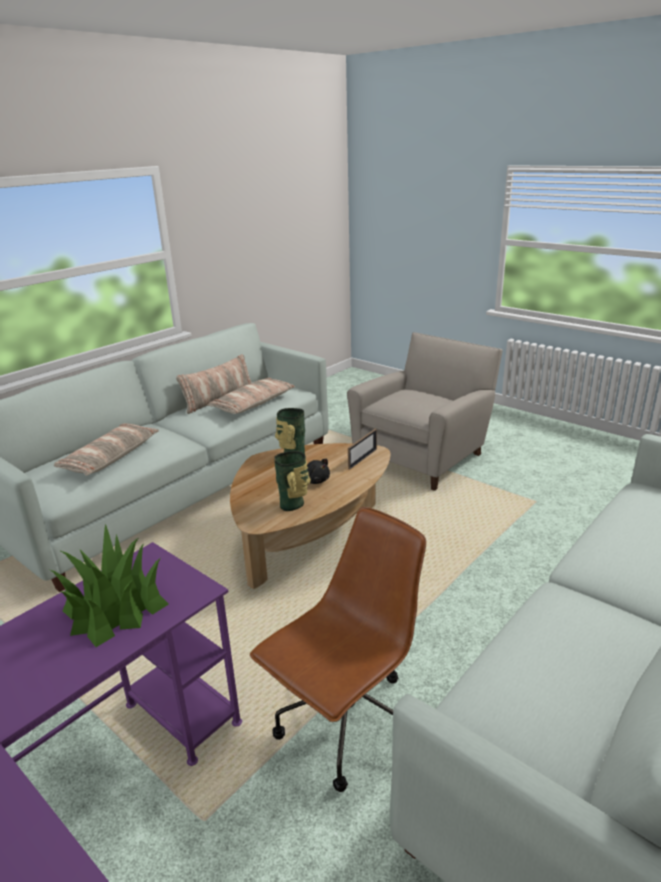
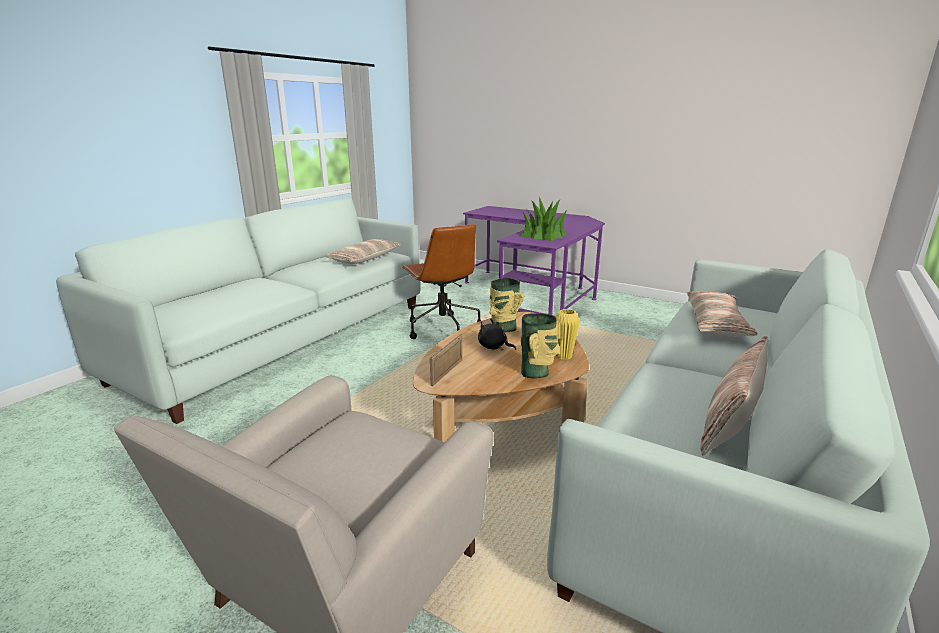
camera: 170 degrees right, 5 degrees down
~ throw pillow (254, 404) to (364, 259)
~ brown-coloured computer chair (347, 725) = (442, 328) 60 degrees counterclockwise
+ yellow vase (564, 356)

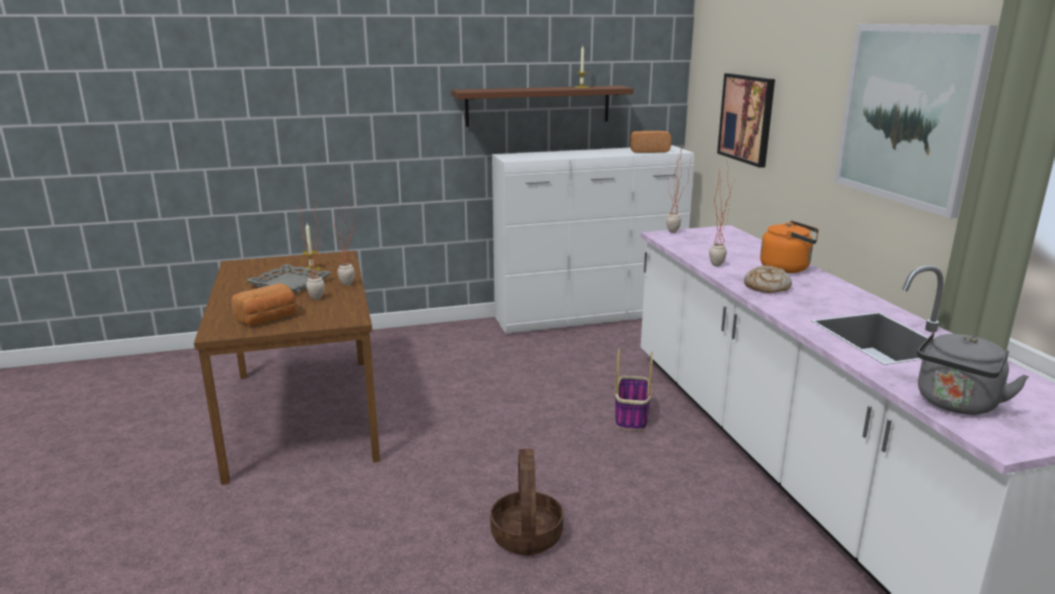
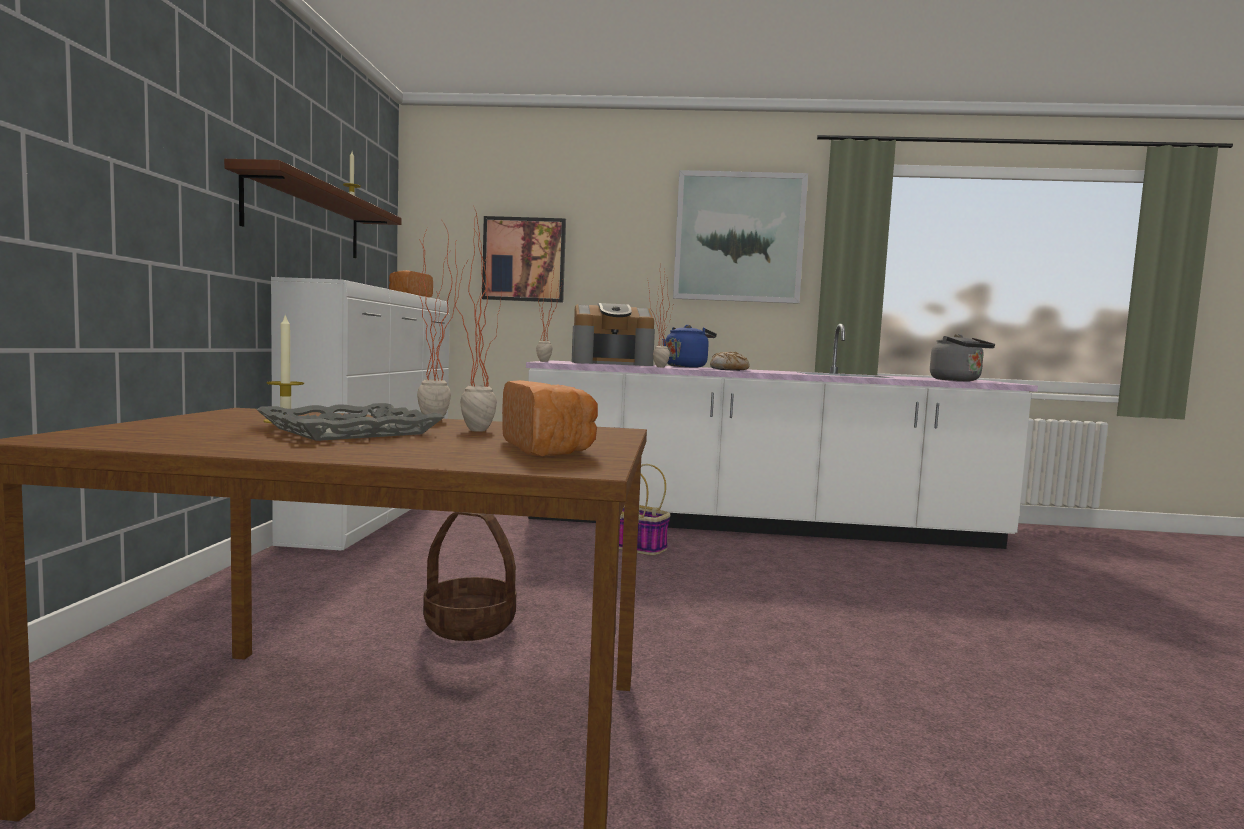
camera: 70 degrees left, 15 degrees down
~ basket (526, 535) to (469, 625)
+ coffee maker (612, 363)
~ orange water kettle (788, 268) to blue water kettle (687, 366)

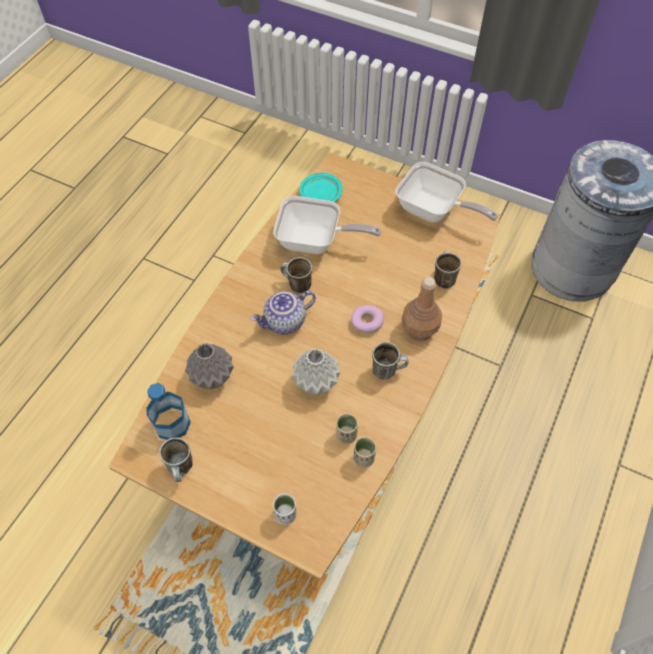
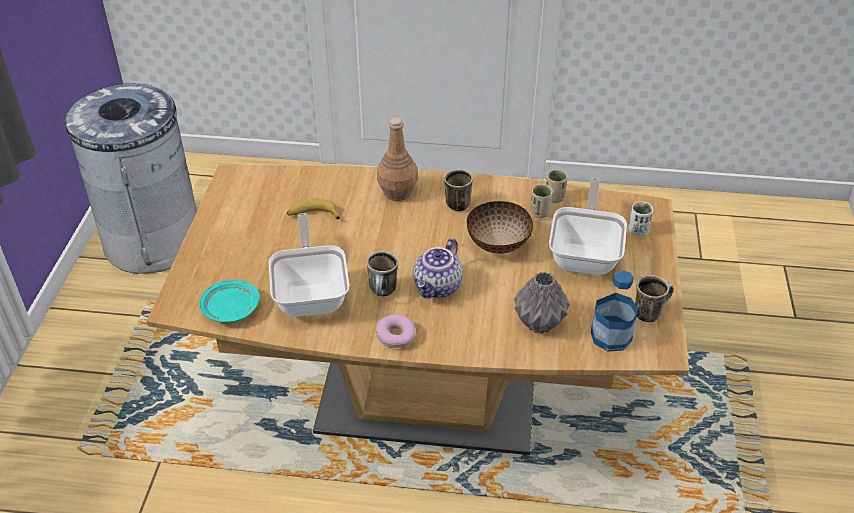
camera: 110 degrees left, 15 degrees down
+ banana (313, 215)
~ donut (367, 322) to (396, 336)
~ teapot (285, 322) = (439, 287) 75 degrees clockwise
~ grey vase (317, 382) to serving bowl (497, 245)
~ pan (433, 211) to (585, 254)
- tea mug (442, 278)

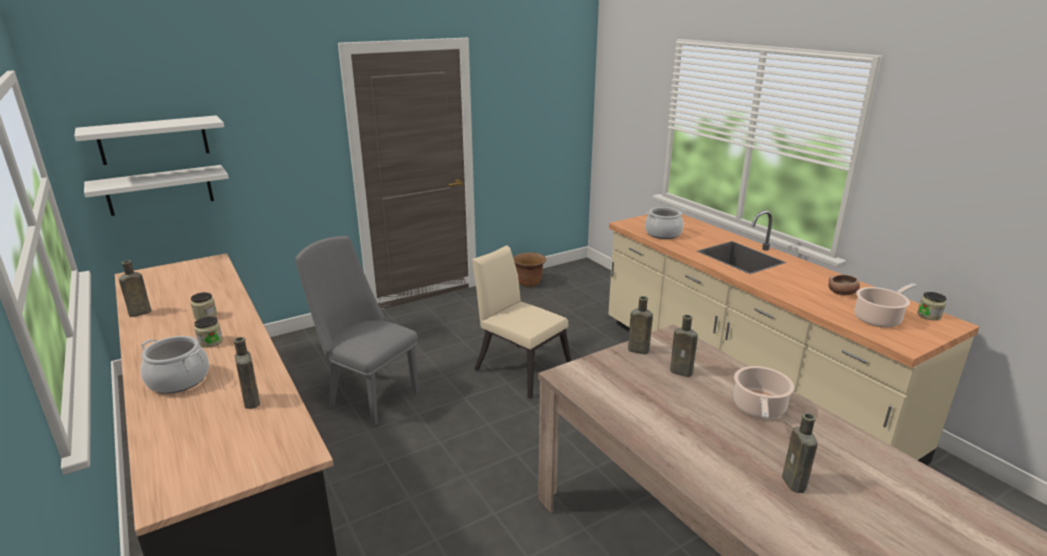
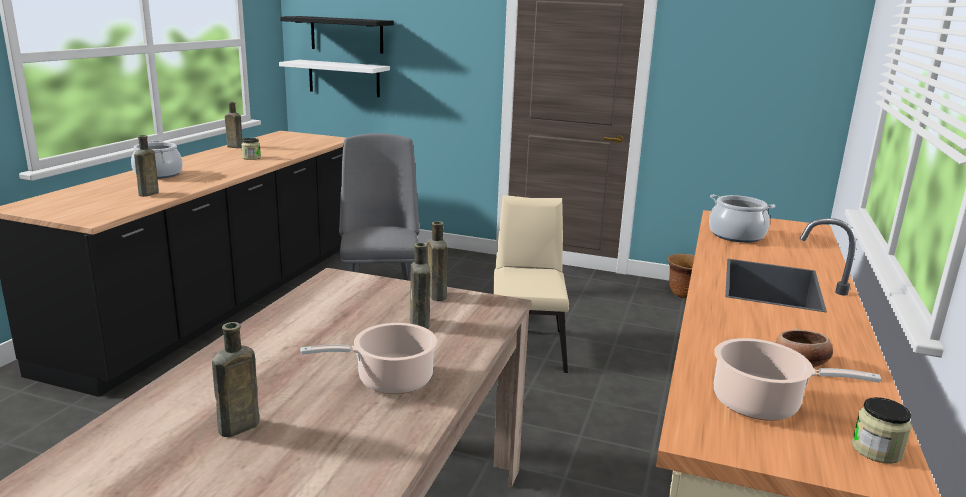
camera: 50 degrees right, 5 degrees down
~ whitish shelf (153, 140) to black-coloured shelf (346, 34)
- jar (210, 342)

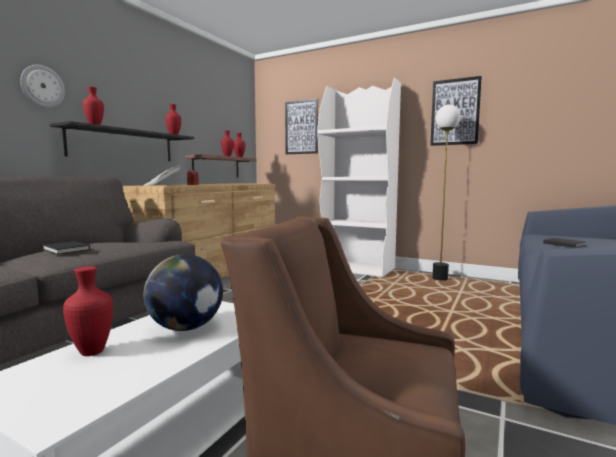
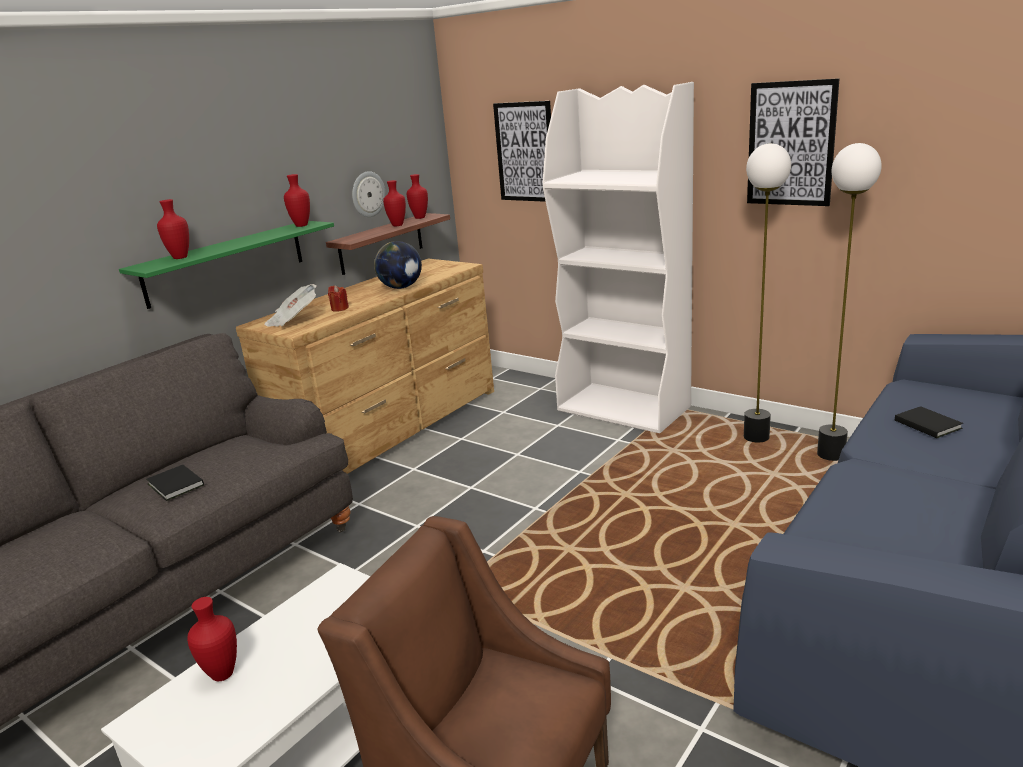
camera: 10 degrees right, 15 degrees up
~ black-coloured shelf (123, 145) to green-coloured shelf (226, 262)
~ hanging clock (42, 86) to (367, 194)
~ desk globe (186, 328) to (401, 287)
+ standard lamp (831, 455)

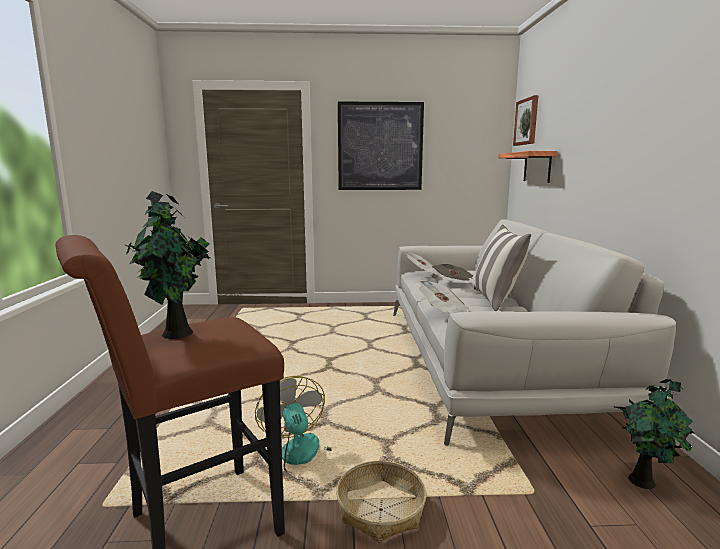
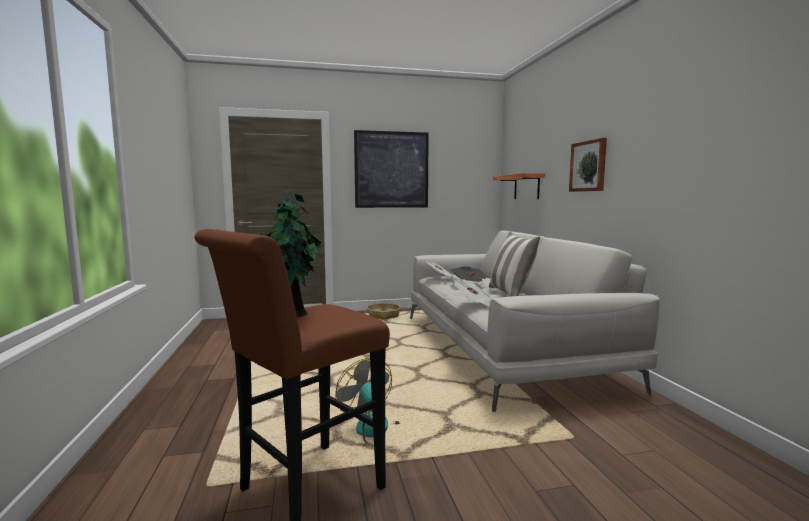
camera: 10 degrees left, 5 degrees down
~ basket (380, 510) to (383, 316)
~ picture (527, 121) to (588, 166)
- plant in a pot (644, 481)

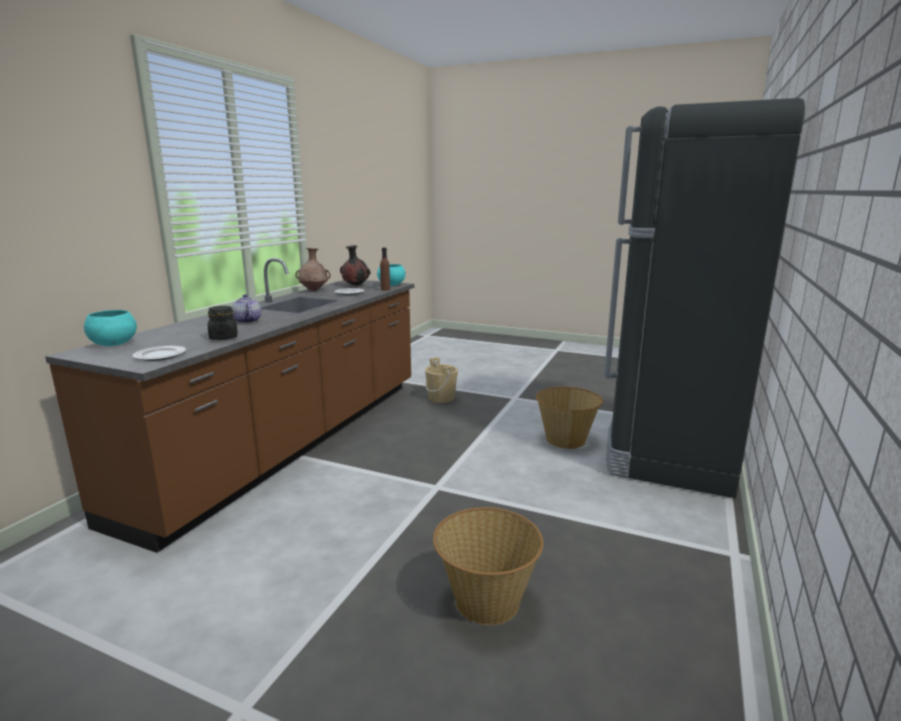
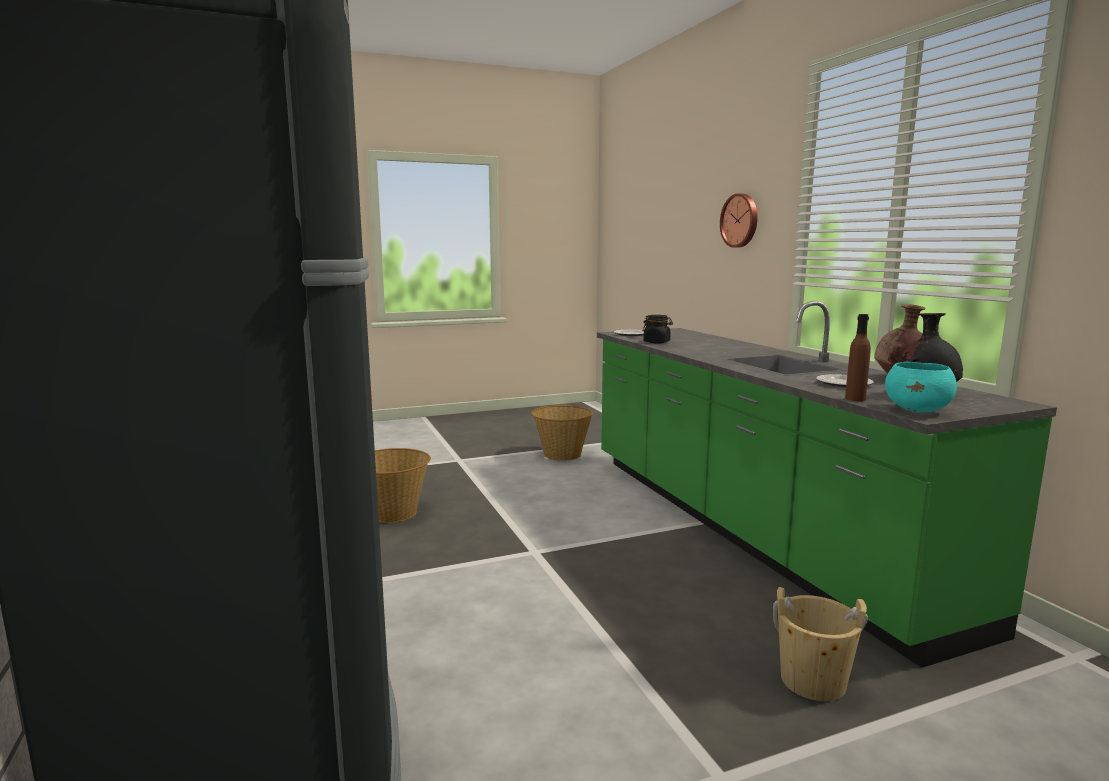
camera: 135 degrees right, 5 degrees down
~ basket (566, 440) to (561, 454)
~ brown-coloured kitchen base unit (293, 441) to green-coloured kitchen base unit (747, 528)
+ hanging clock (740, 220)
- turquoise-coloured serving bowl (113, 344)
- teapot (246, 321)

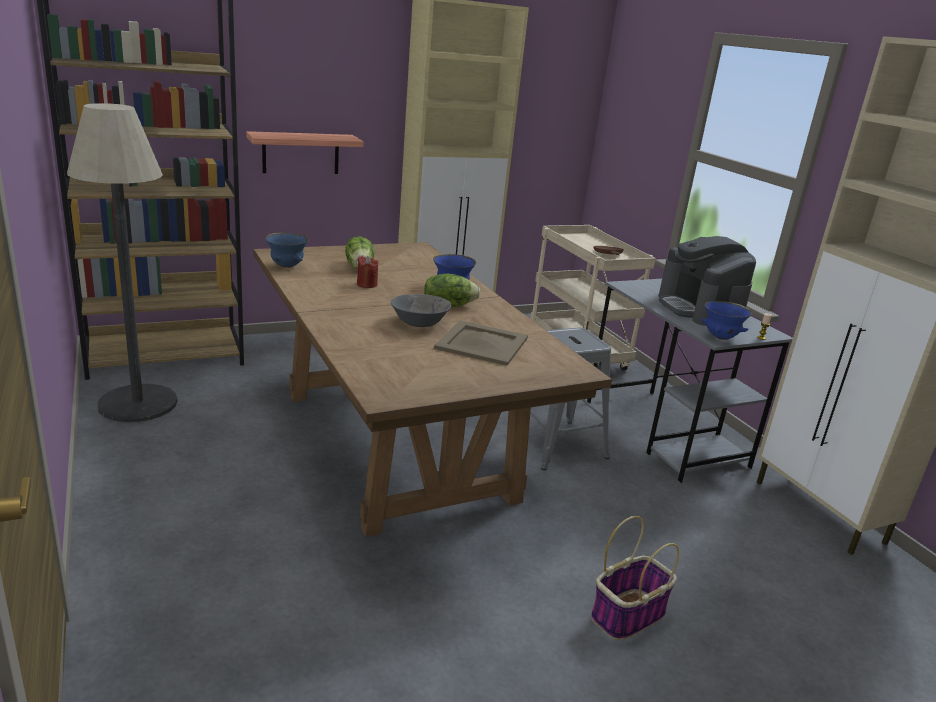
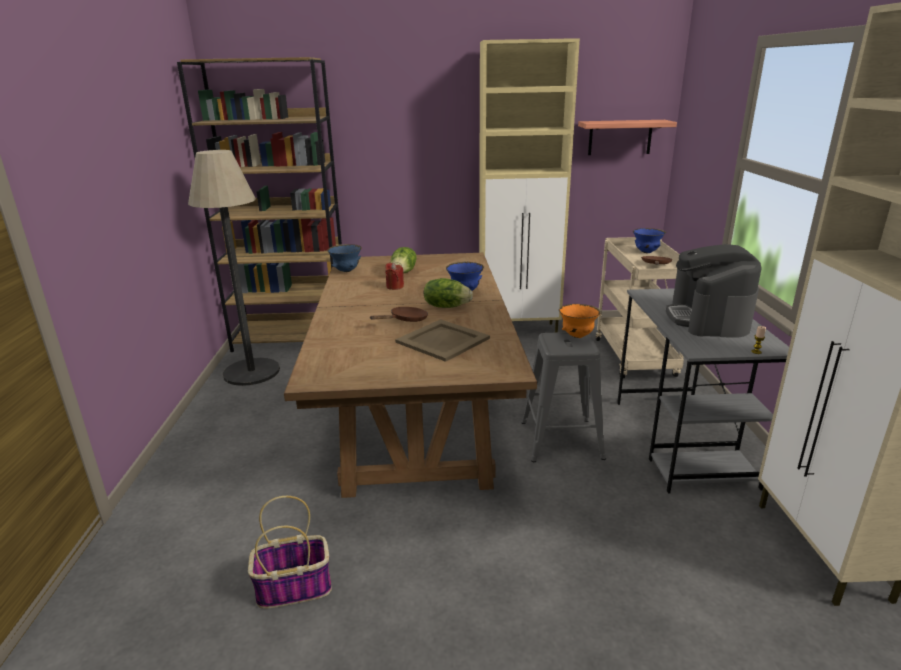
camera: 25 degrees right, 0 degrees up
~ basket (628, 614) to (295, 587)
~ grey serving bowl (420, 323) to brown-coloured pan (406, 320)
+ orange serving bowl (577, 336)
~ shelf (301, 153) to (620, 137)
~ blue serving bowl (721, 337) to (646, 252)

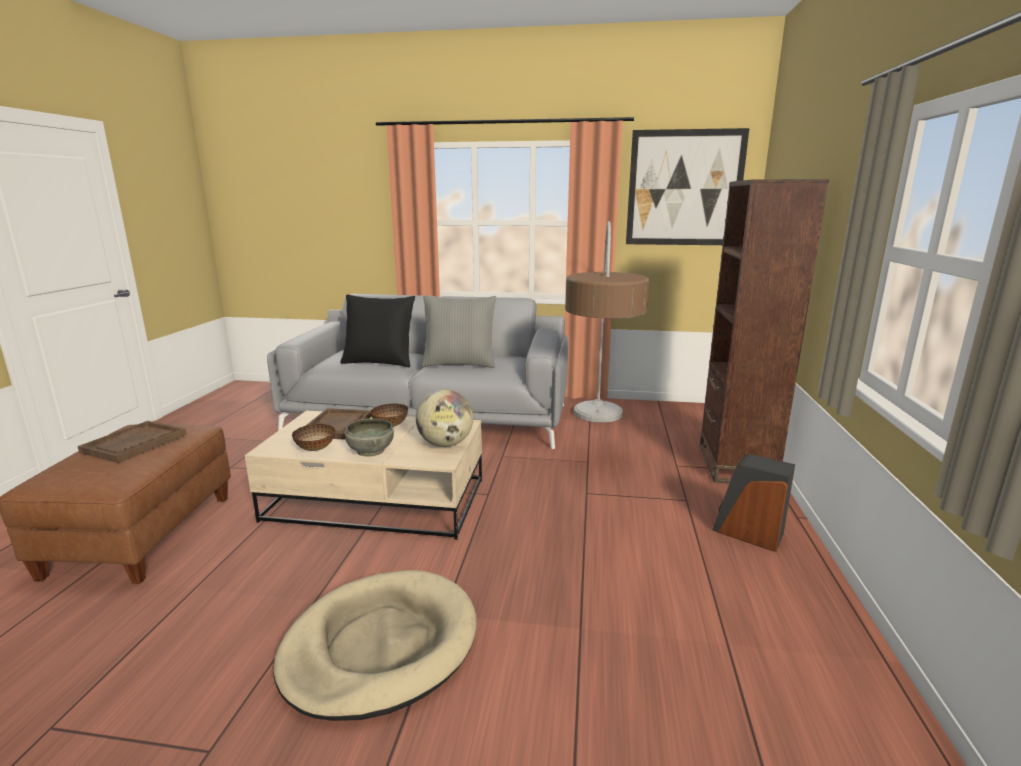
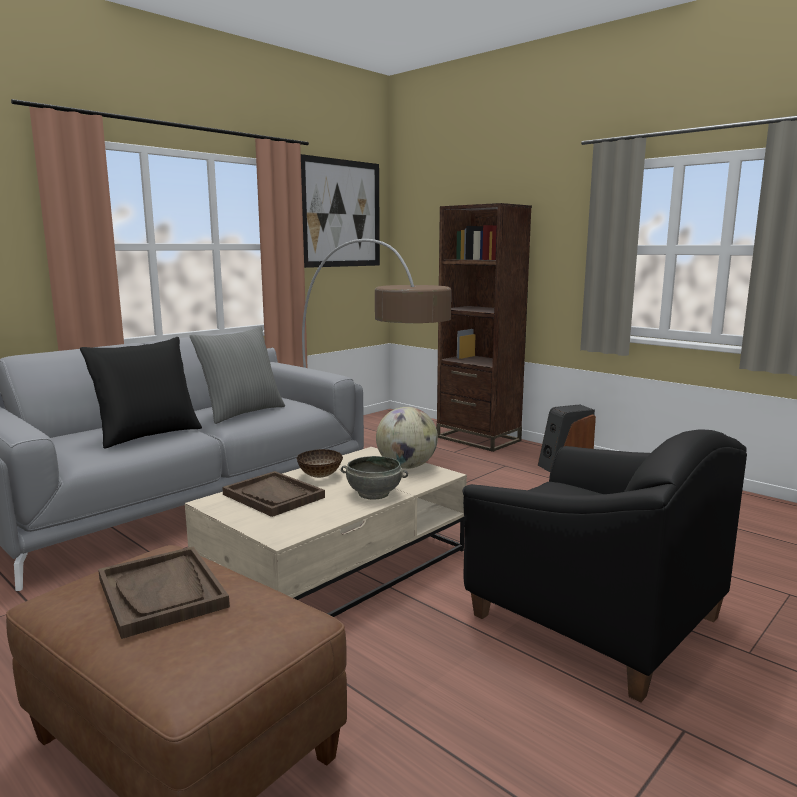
camera: 55 degrees left, 5 degrees down
~ beige pet bed (380, 646) to black-coloured easy chair (592, 619)
- serving bowl (315, 449)

